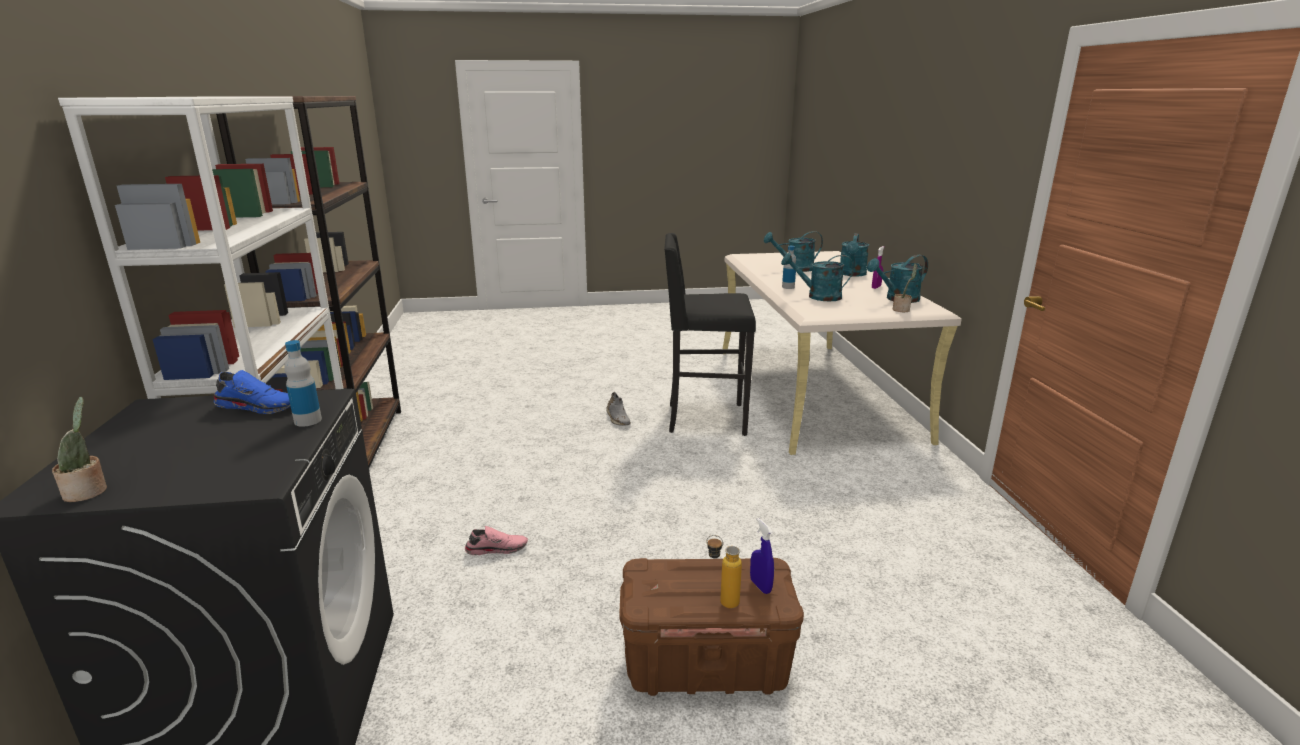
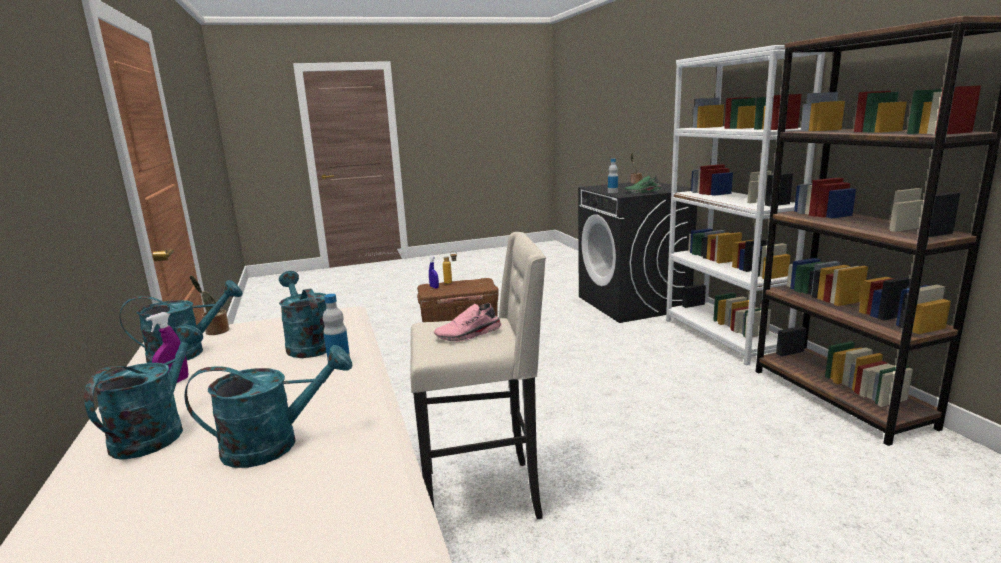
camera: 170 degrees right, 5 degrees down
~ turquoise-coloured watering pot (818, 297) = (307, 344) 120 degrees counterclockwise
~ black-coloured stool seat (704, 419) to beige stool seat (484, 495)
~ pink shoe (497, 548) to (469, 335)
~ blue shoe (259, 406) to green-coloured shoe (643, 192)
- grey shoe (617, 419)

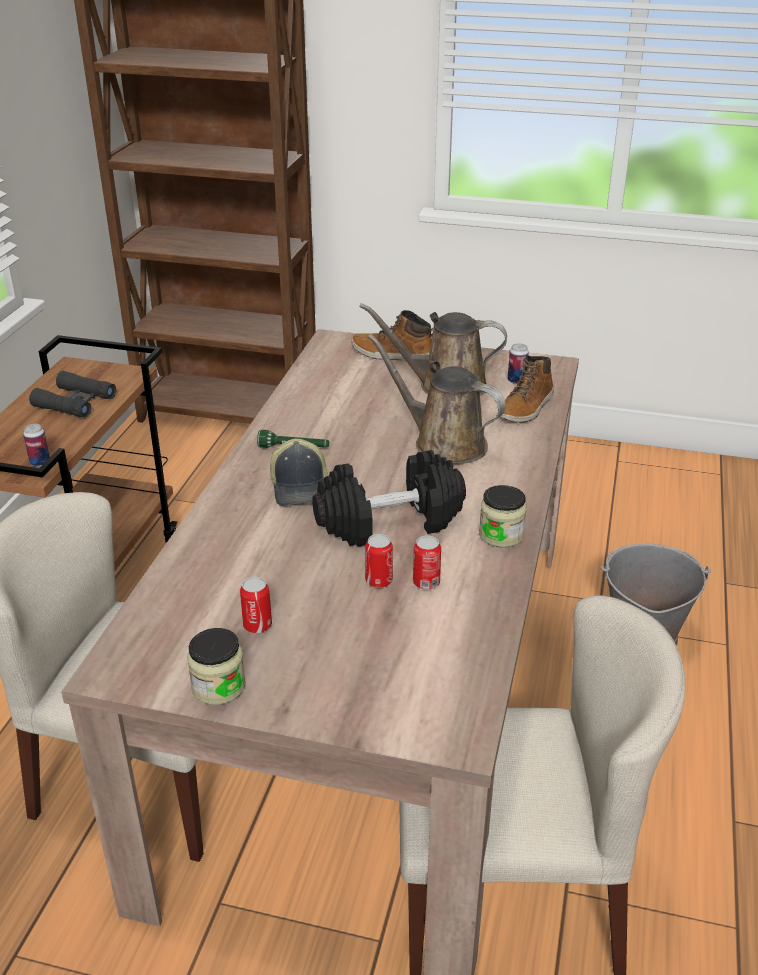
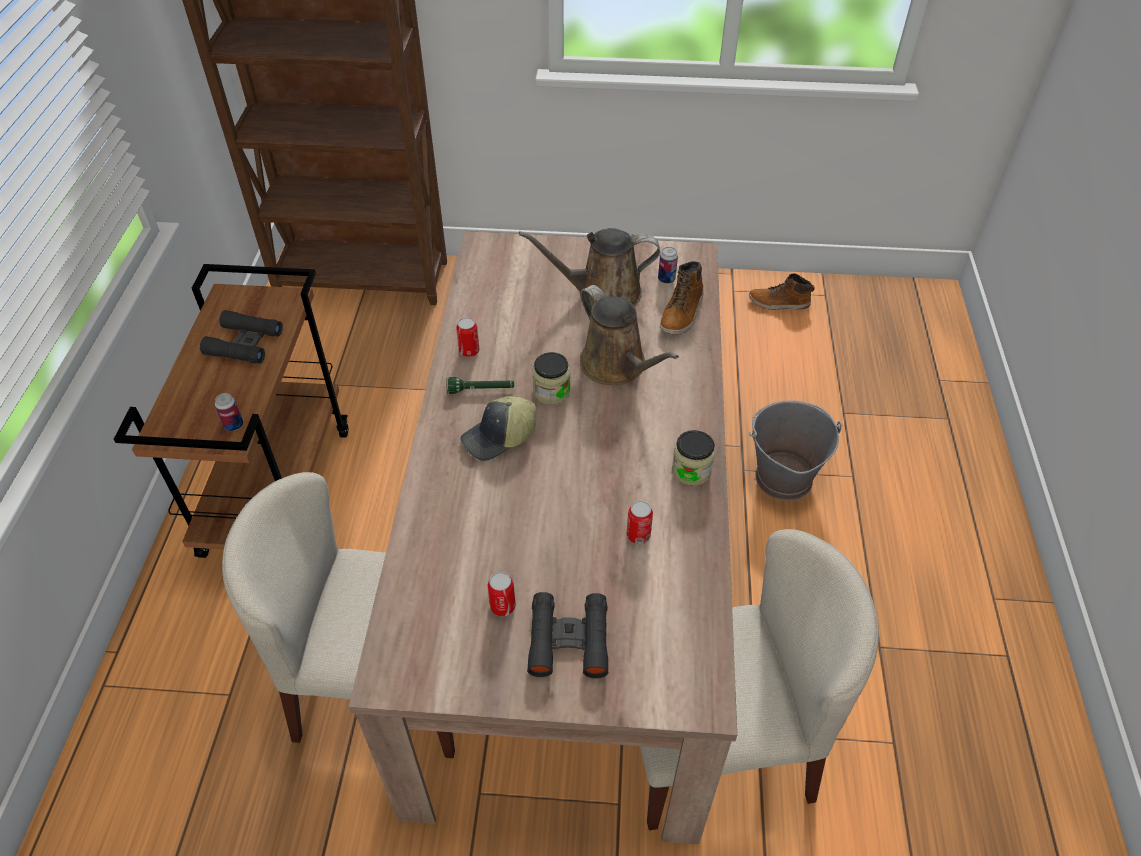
camera: 10 degrees left, 15 degrees up
~ sealed can (379, 581) to (469, 351)
~ baseball cap (301, 487) = (500, 437) 75 degrees clockwise
+ black-coloured binoculars (568, 640)
~ jar (218, 686) to (551, 391)
~ brown-coloured watering pot (443, 443) = (617, 366) 150 degrees counterclockwise
~ tall boot (391, 354) to (778, 303)
- black-coloured hand weight (389, 522)

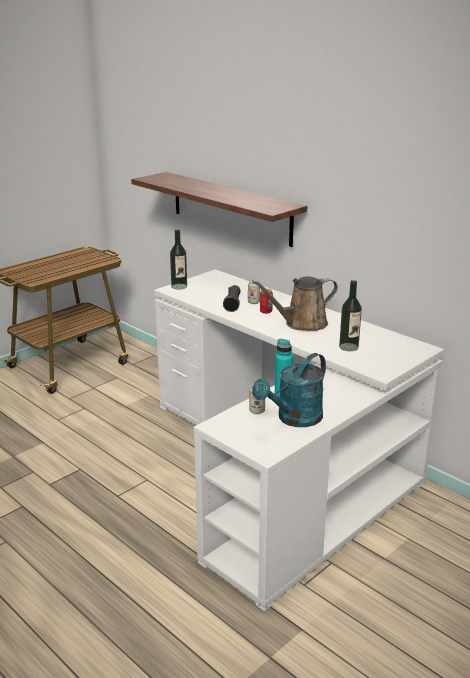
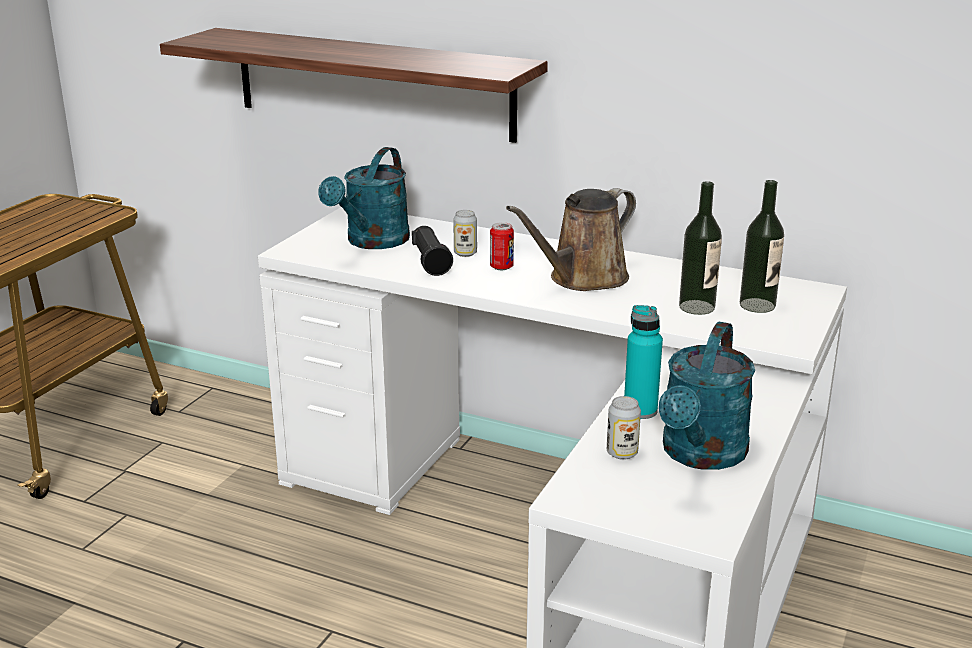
camera: 20 degrees left, 0 degrees up
+ turquoise-coloured watering pot (372, 242)
~ bottle (179, 286) to (757, 305)

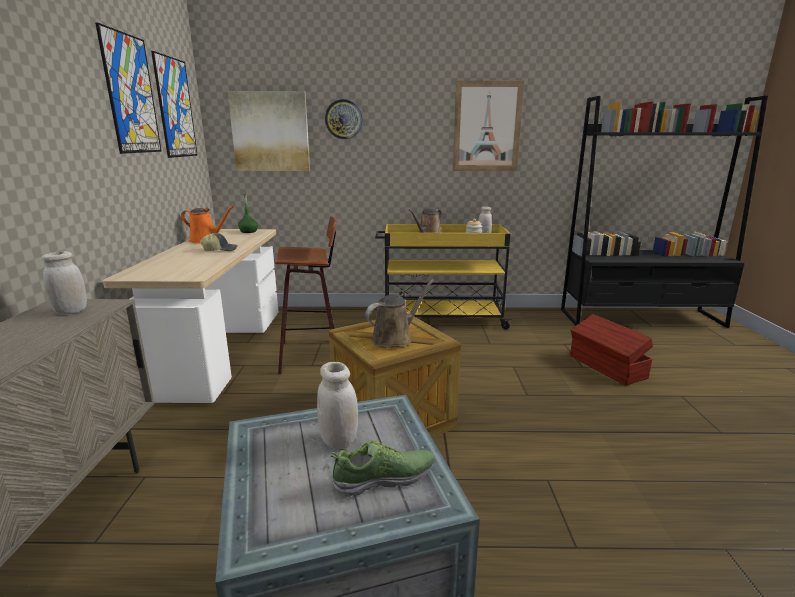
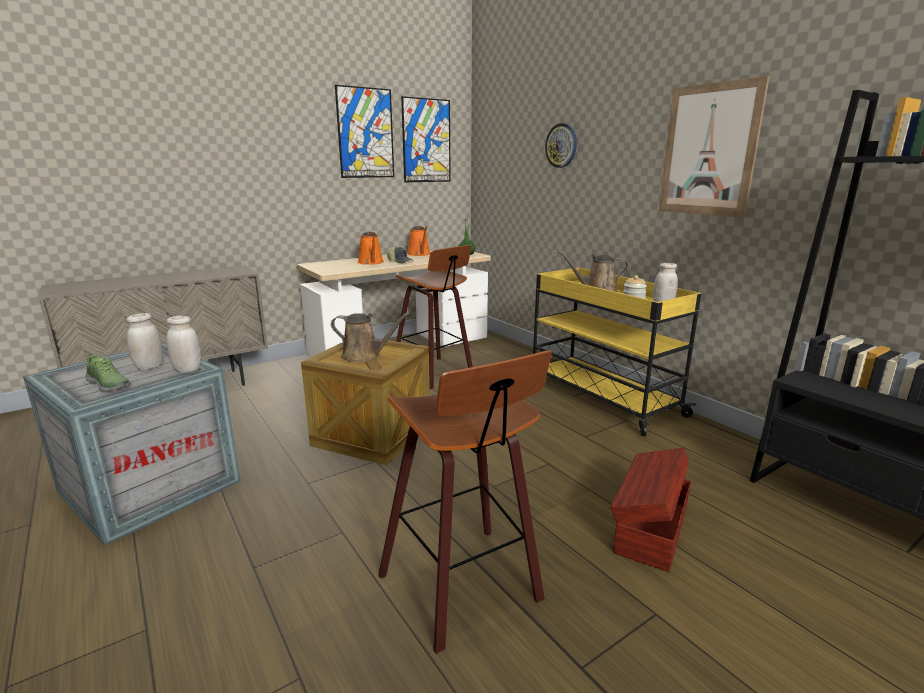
camera: 55 degrees right, 0 degrees up
~ whitish jar (71, 311) to (187, 370)
+ orange watering pot (371, 262)
+ stool seat (466, 588)
- picture (270, 132)

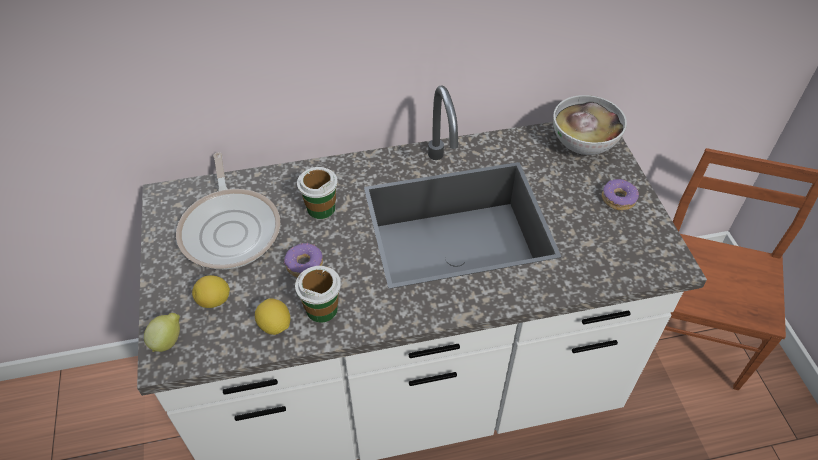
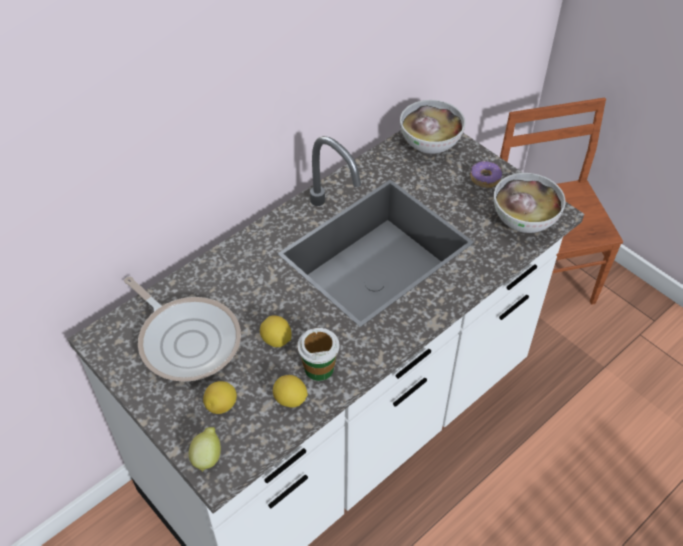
camera: 30 degrees left, 0 degrees up
~ donut (304, 265) to citrus fruit (276, 340)
+ serving bowl (524, 221)
- small cup (321, 208)

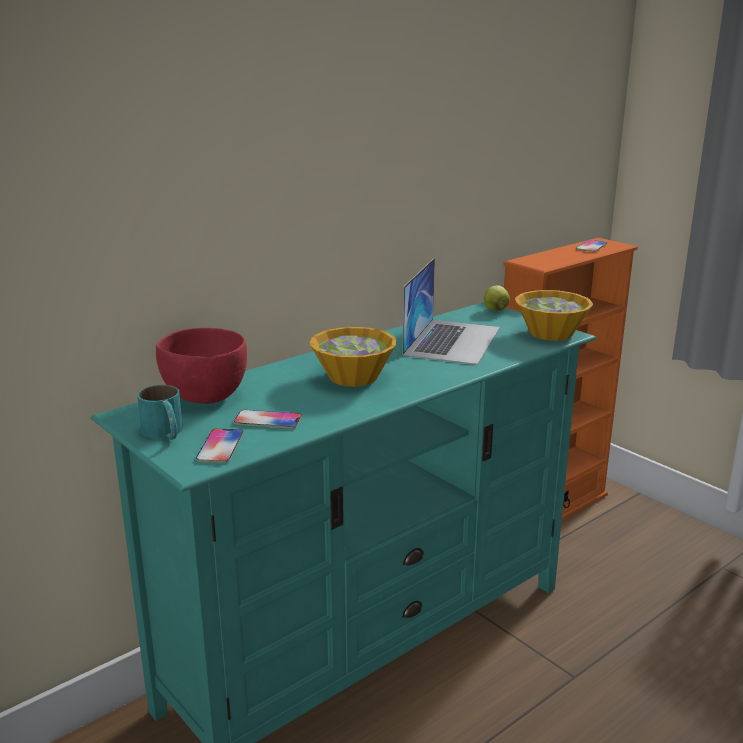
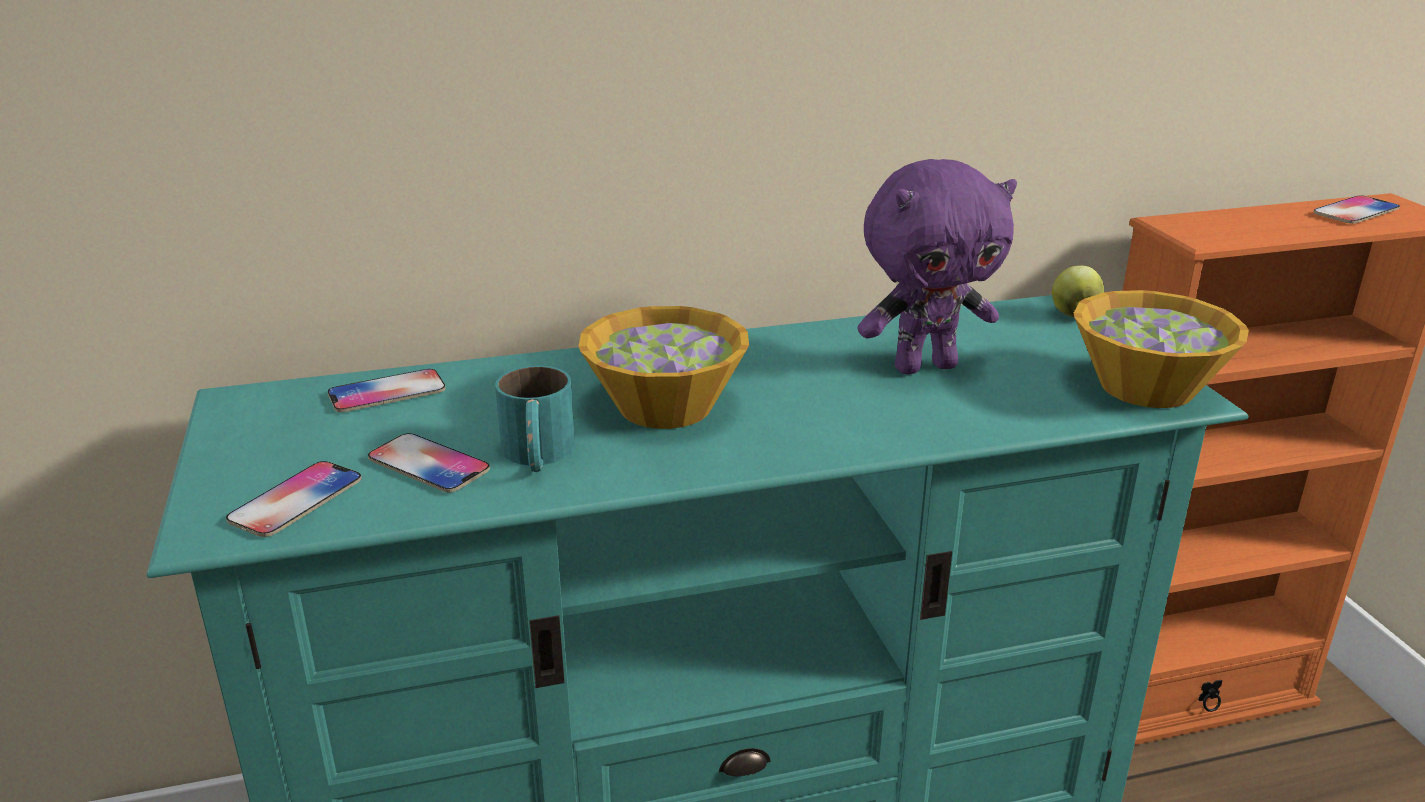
camera: 25 degrees right, 5 degrees up
~ red serving bowl (204, 397) to phone (387, 393)
~ turquoise-coloured tea mug (165, 433) to (537, 456)
~ laptop (452, 341) to purplish plush toy (925, 366)

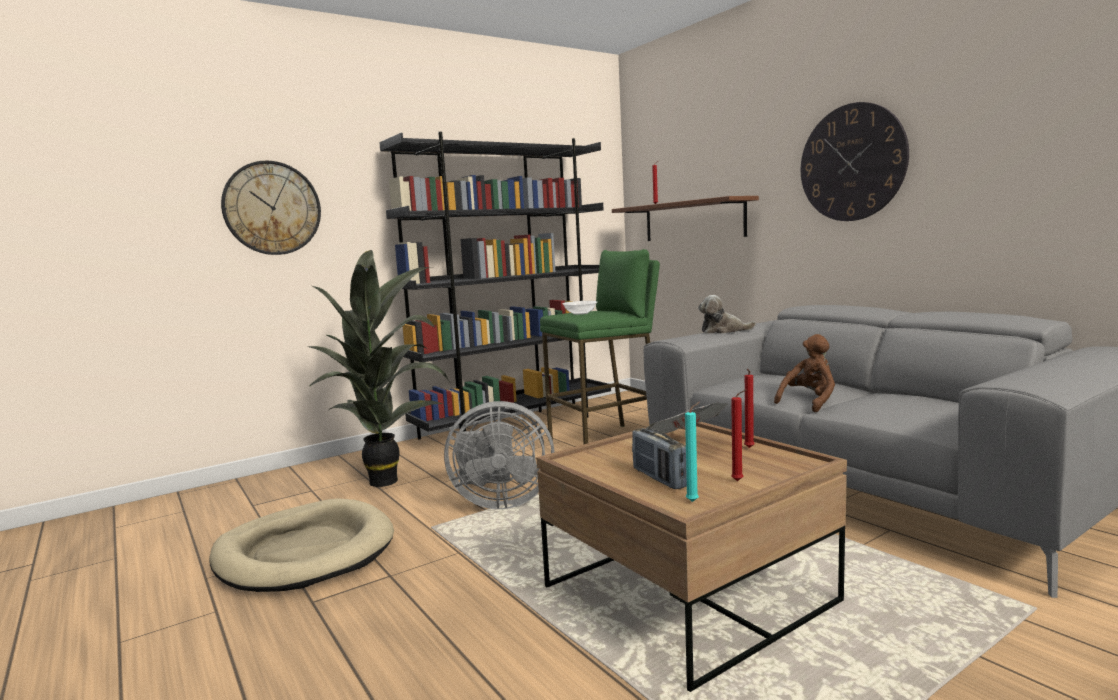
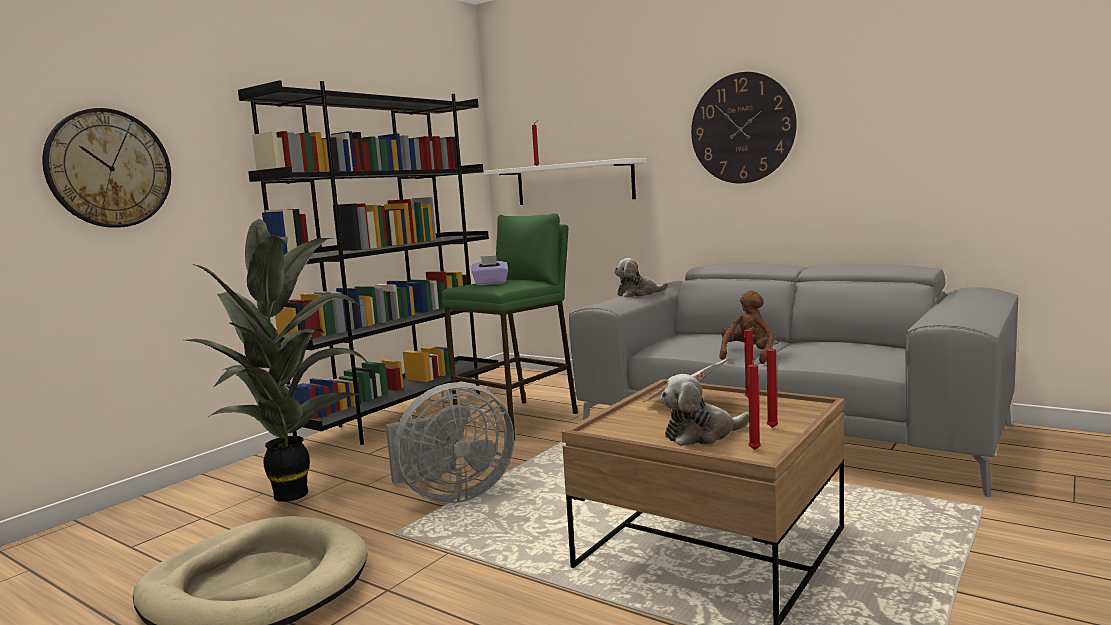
camera: 20 degrees left, 0 degrees up
~ serving bowl (580, 313) to purplish tissue box (490, 283)
~ brown-coloured shelf (693, 220) to whitish shelf (574, 183)
~ radio set (659, 478) to plush toy (701, 435)
~ turquoise-coloured wax light (694, 501) to red wax light (756, 449)

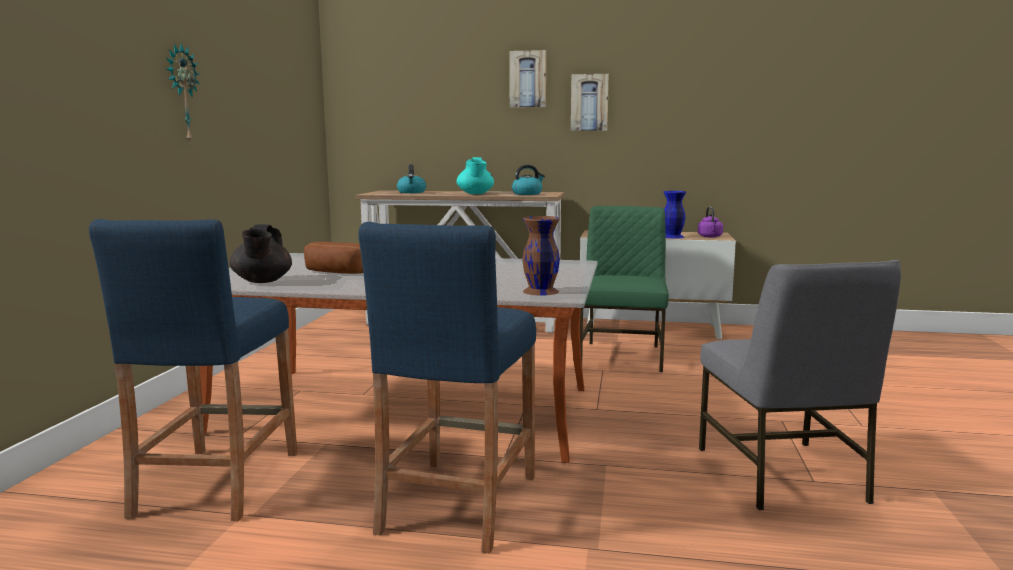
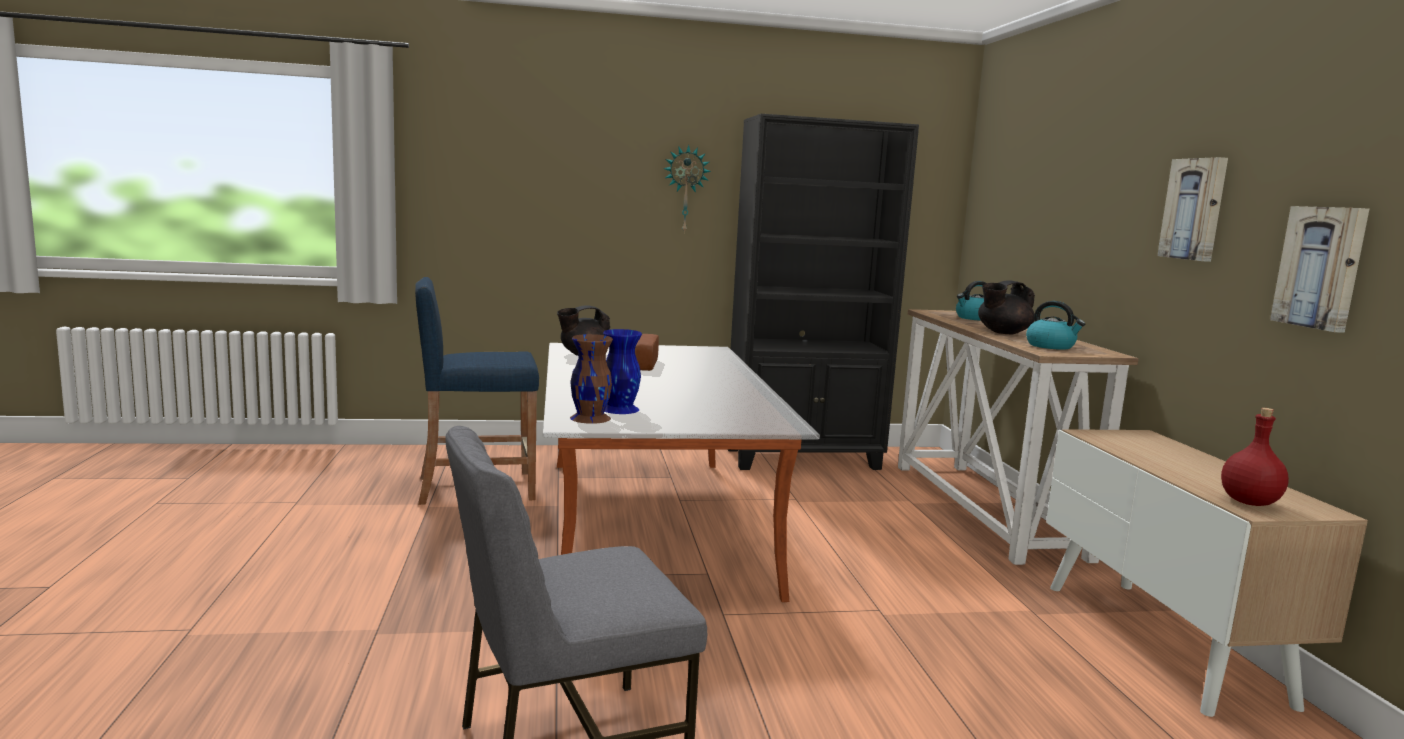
camera: 70 degrees right, 0 degrees up
~ blue vase (672, 237) to (619, 409)
+ black-coloured bookshelf (804, 459)
~ turquoise-coloured teapot (475, 194) to black-coloured teapot (1003, 332)
~ purplish water kettle (710, 237) to red bottle (1250, 503)
~ picture (528, 79) to (1322, 267)
- blue stool seat (458, 503)
- green-coloured chair (622, 356)

